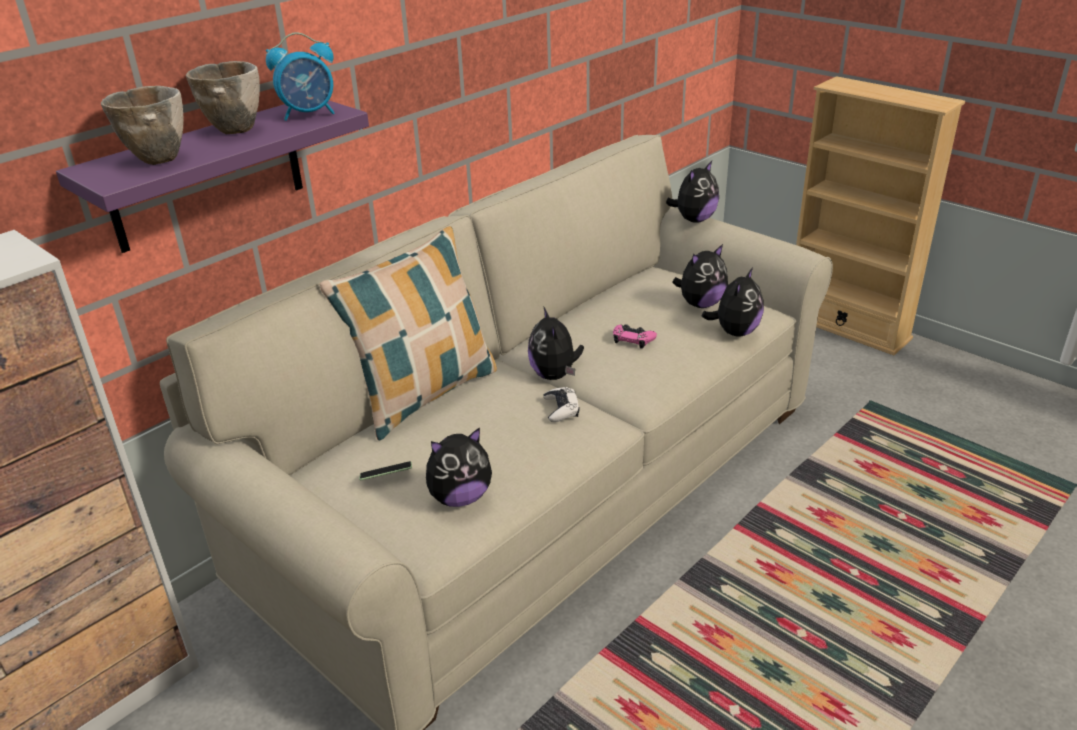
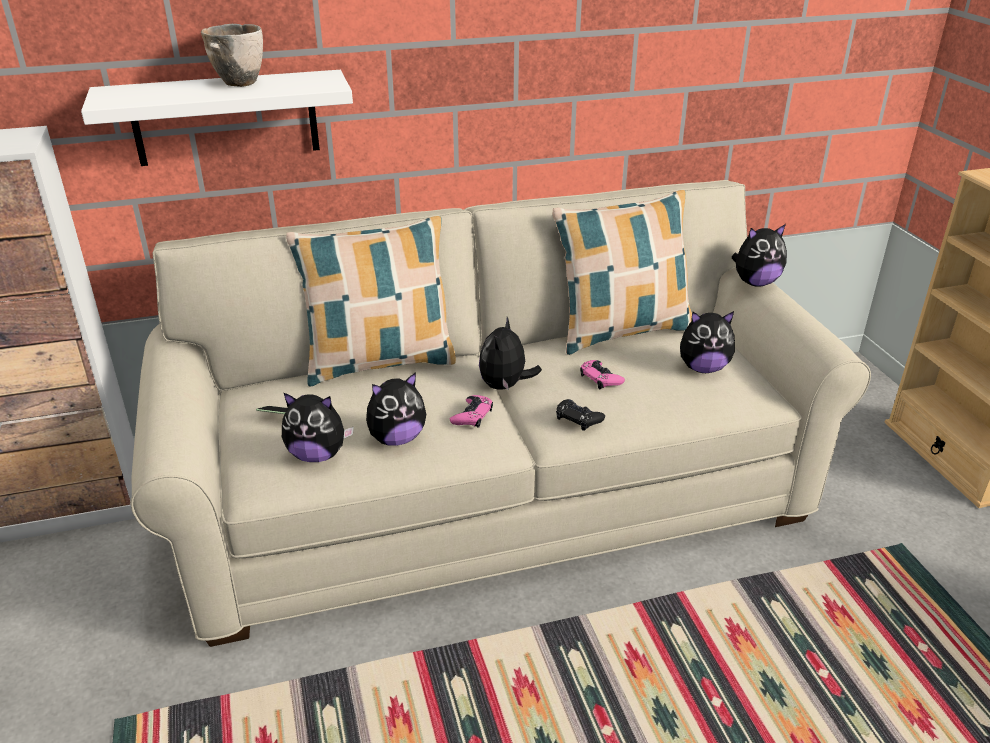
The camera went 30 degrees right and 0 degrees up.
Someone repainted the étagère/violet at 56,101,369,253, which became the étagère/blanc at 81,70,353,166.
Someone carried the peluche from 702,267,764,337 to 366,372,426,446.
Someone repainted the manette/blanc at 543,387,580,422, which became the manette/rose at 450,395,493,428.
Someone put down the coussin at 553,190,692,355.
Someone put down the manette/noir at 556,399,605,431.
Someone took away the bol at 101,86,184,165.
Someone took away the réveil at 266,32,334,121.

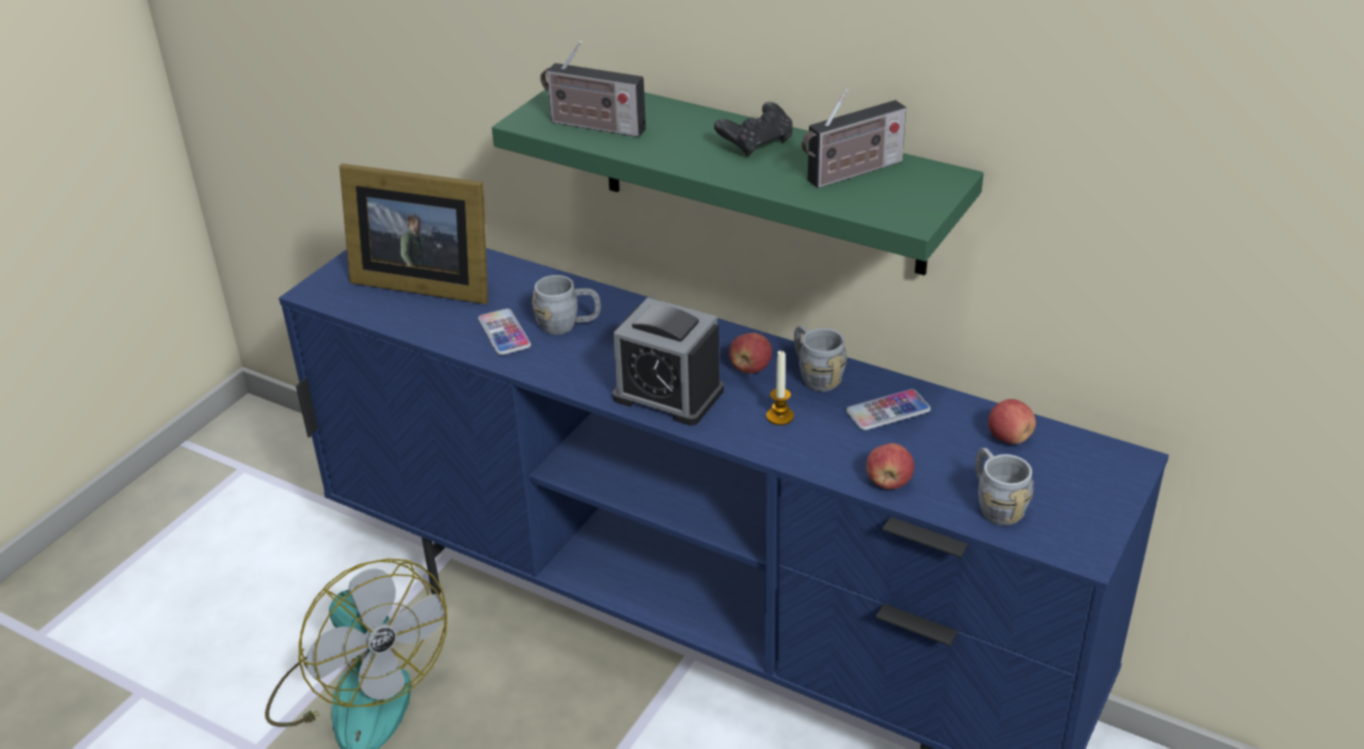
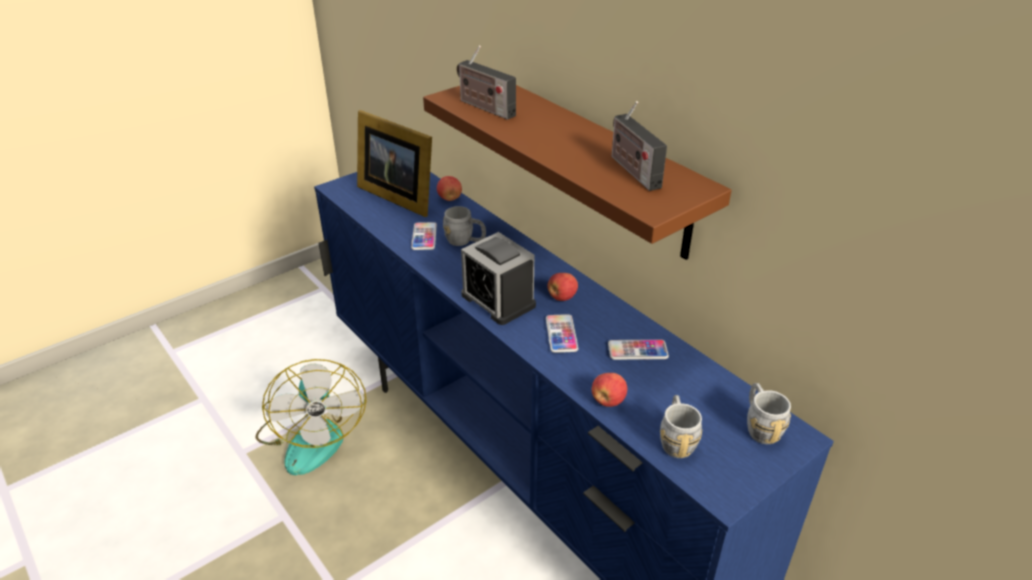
The camera went 20 degrees right and 0 degrees up.
Someone repainted the étagère/vert at 492,89,984,276, which became the étagère/marron at 423,85,732,260.
Someone carried the pomme from 988,399,1036,444 to 437,176,462,201.
Someone swapped the bougie at 766,350,794,425 for the téléphone at 546,314,578,353.
Someone rotated the radio at 802,88,906,188 by 75 degrees clockwise.
Someone carried the mug/gris from 794,326,847,392 to 747,383,791,444.
Someone took away the manette/noir at 714,102,793,156.

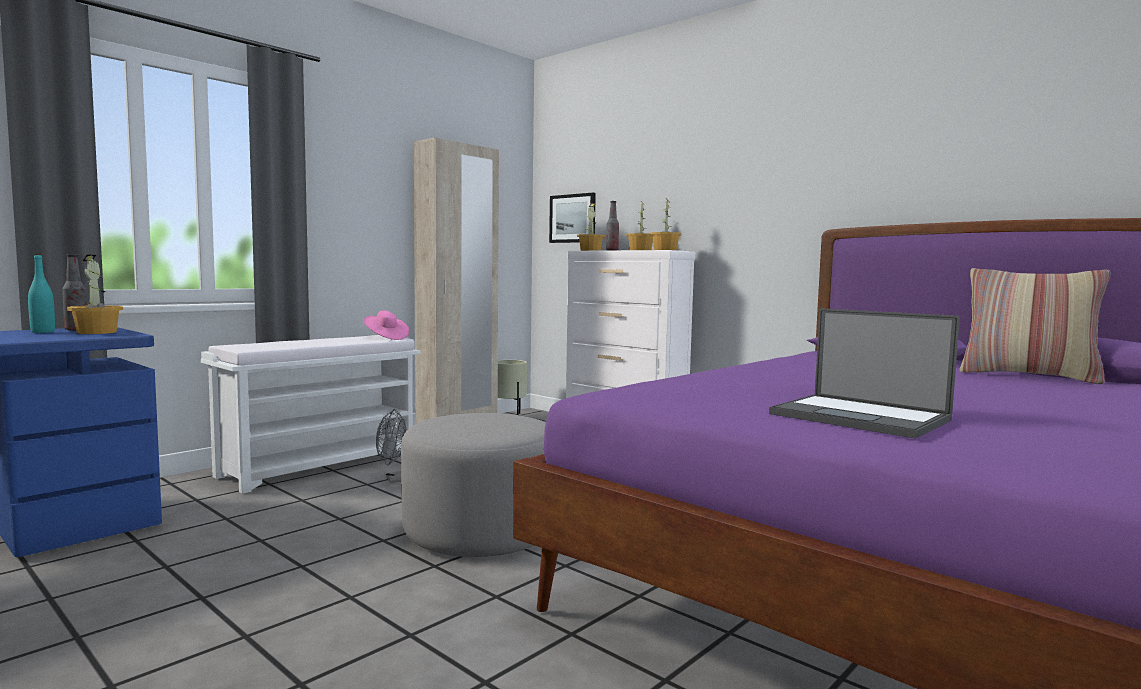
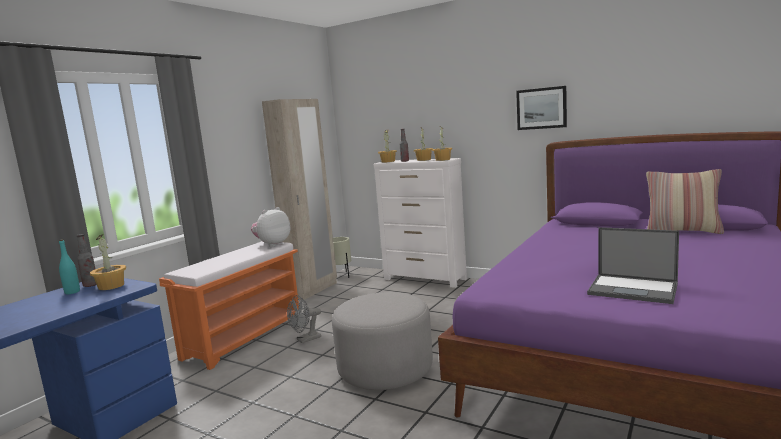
The camera went 10 degrees left and 5 degrees up.
Someone repainted the banc/blanc at 201,335,421,494, which became the banc/orange at 159,241,299,370.
Someone swapped the chapeau/rose at 363,310,409,340 for the peluche at 251,207,290,247.
Someone carried the tableau from 549,193,596,243 to 516,86,567,130.

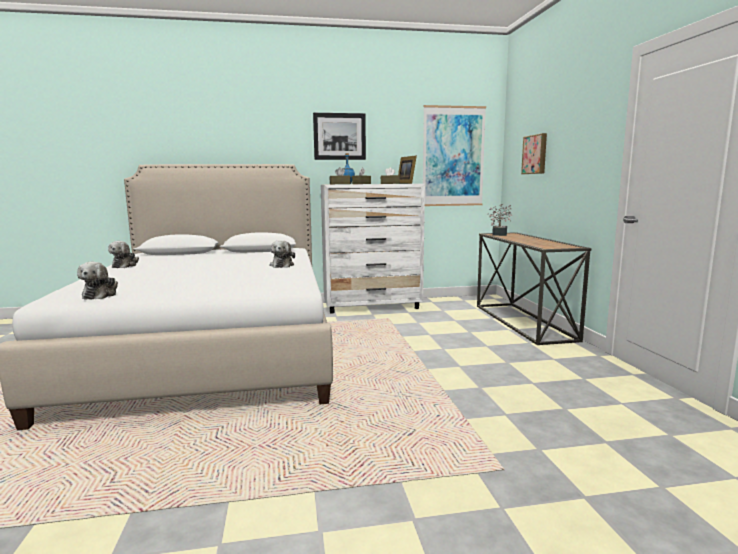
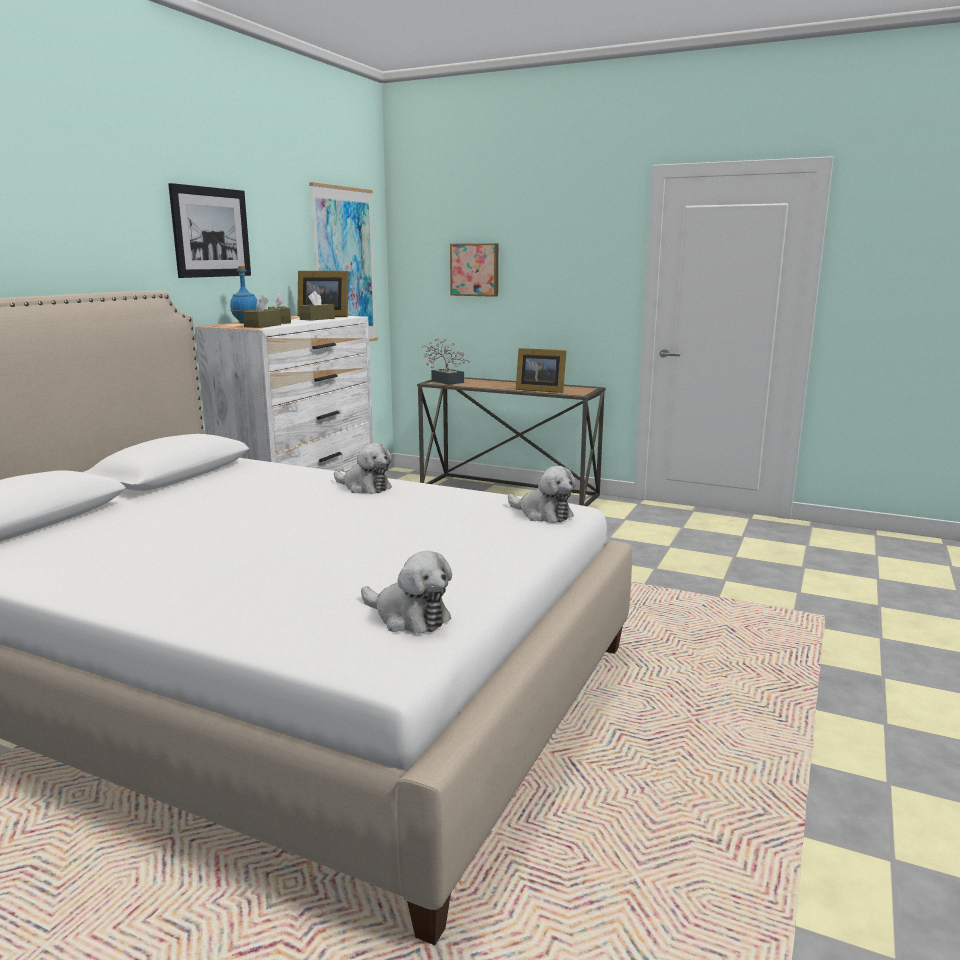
The camera went 55 degrees left and 5 degrees up.
Someone carried the peluche from 108,241,139,268 to 508,466,576,523.
Someone put down the cadre photo at 516,348,567,393.

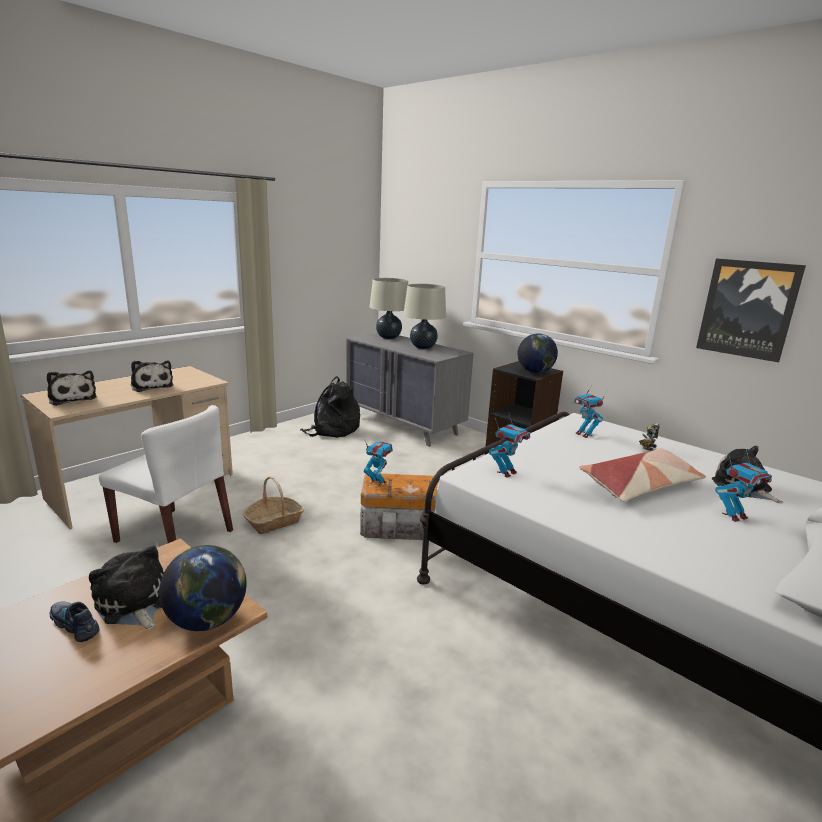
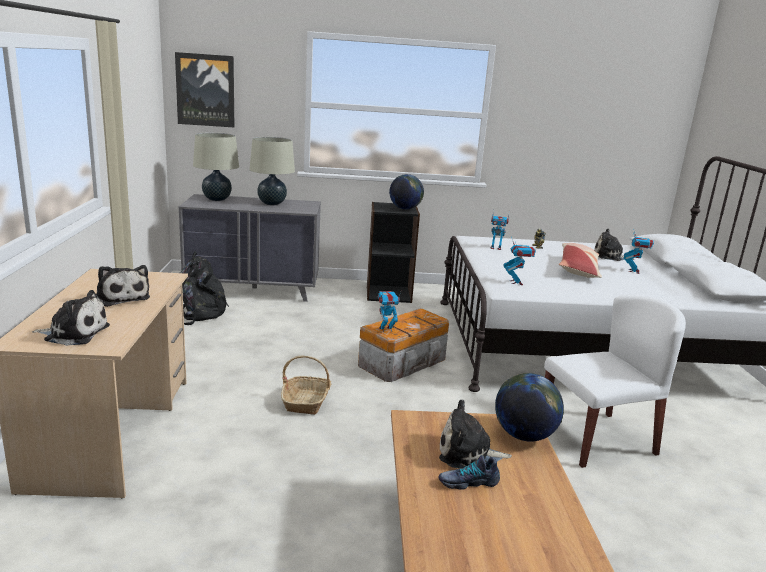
The camera went 45 degrees left and 0 degrees up.
Someone rotated the peluche at 131,360,173,392 by 45 degrees clockwise.
Someone carried the tableau from 696,258,806,362 to 175,52,234,127.
Someone carried the chaise/blanc from 99,405,233,543 to 544,294,686,468.

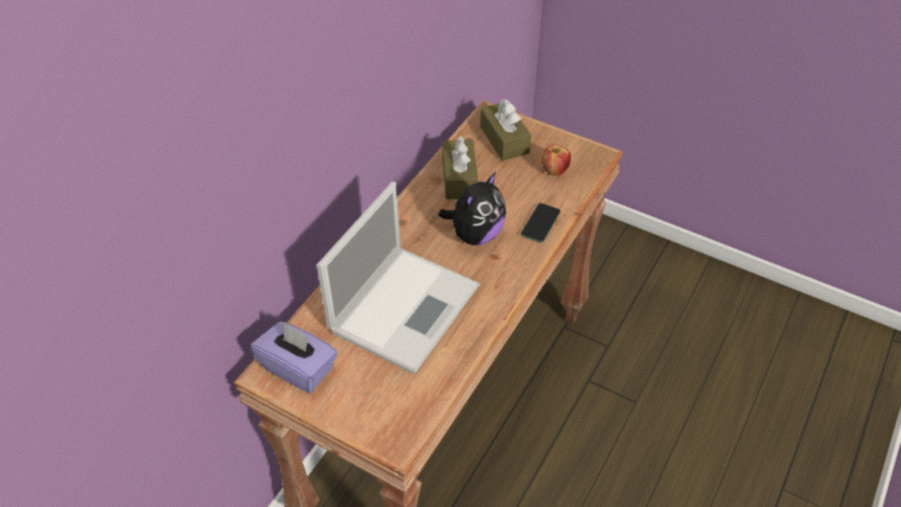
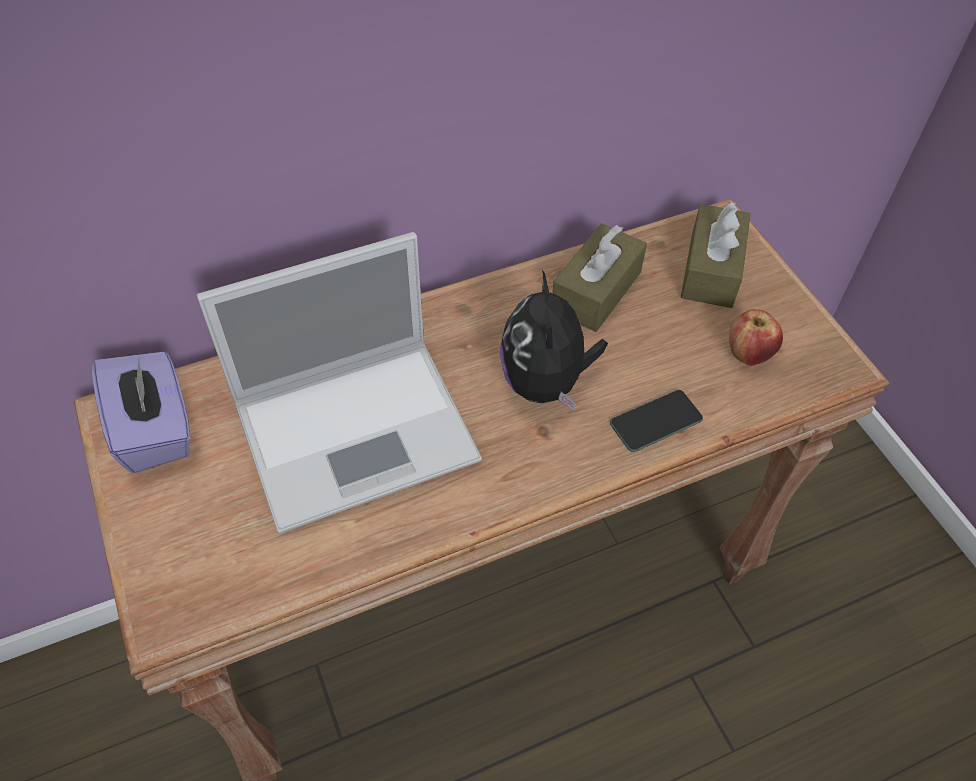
The camera went 35 degrees right and 5 degrees up.
Someone rotated the peluche at 438,172,506,245 by 105 degrees clockwise.

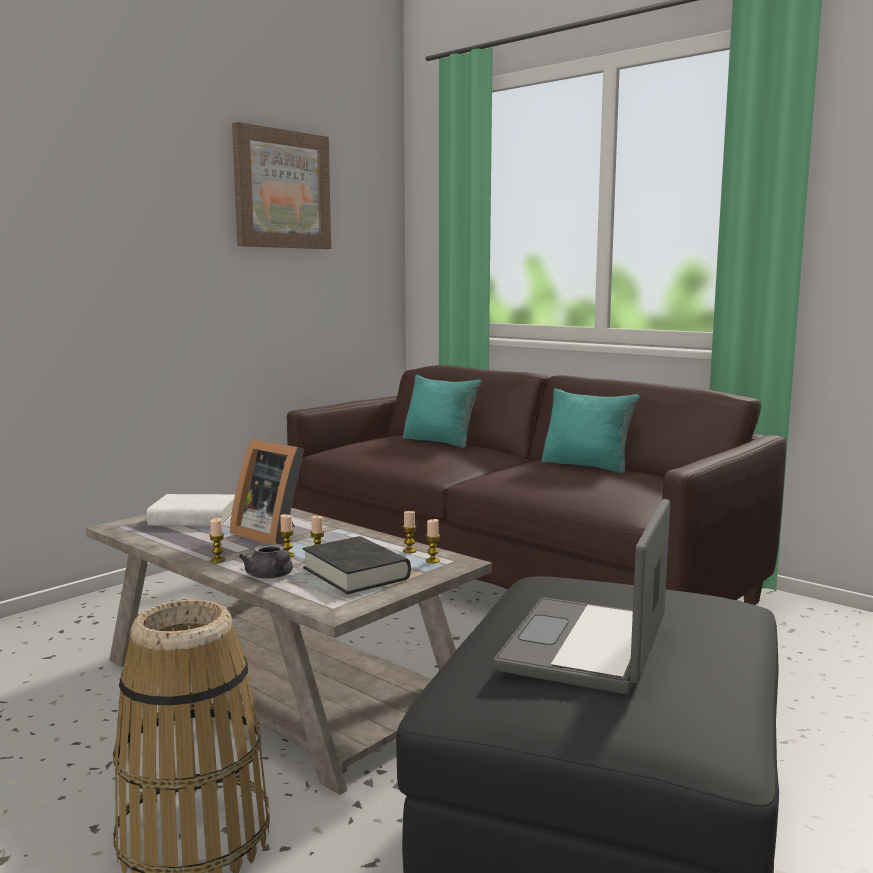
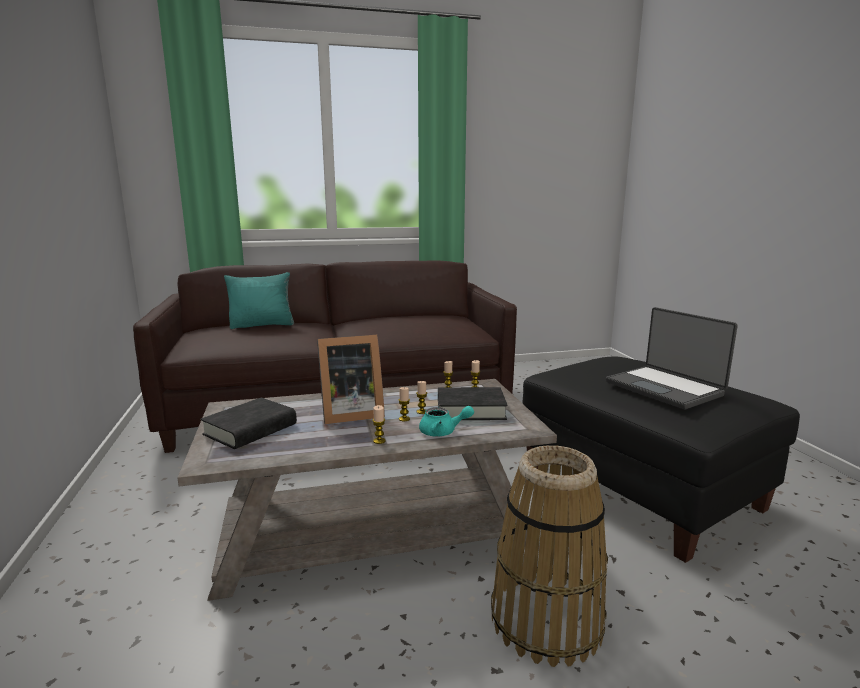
The camera went 55 degrees left and 5 degrees up.
Someone repainted the livre/blanc at 147,494,235,526, which became the livre/noir at 201,397,297,449.
Someone repainted the théière/gris at 239,543,293,579, which became the théière/turquoise at 419,406,474,437.
Someone took away the tableau at 232,122,331,249.
Someone took away the coussin/turquoise at 541,388,640,473.

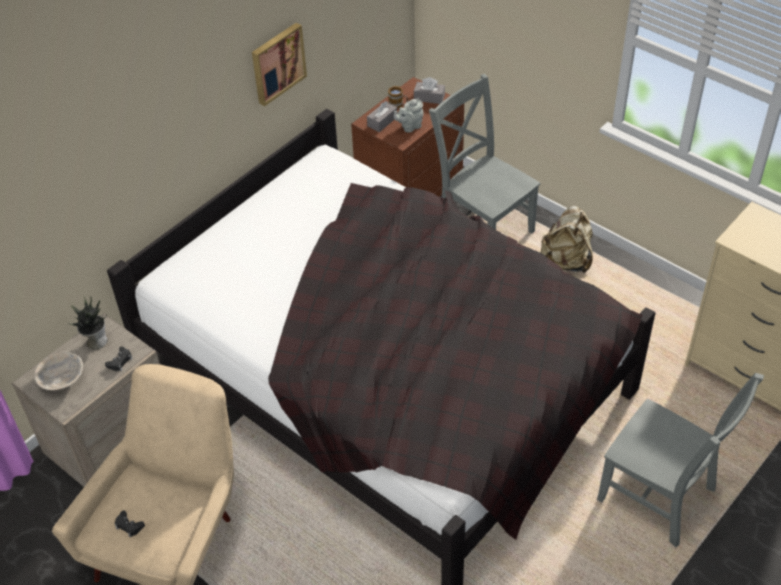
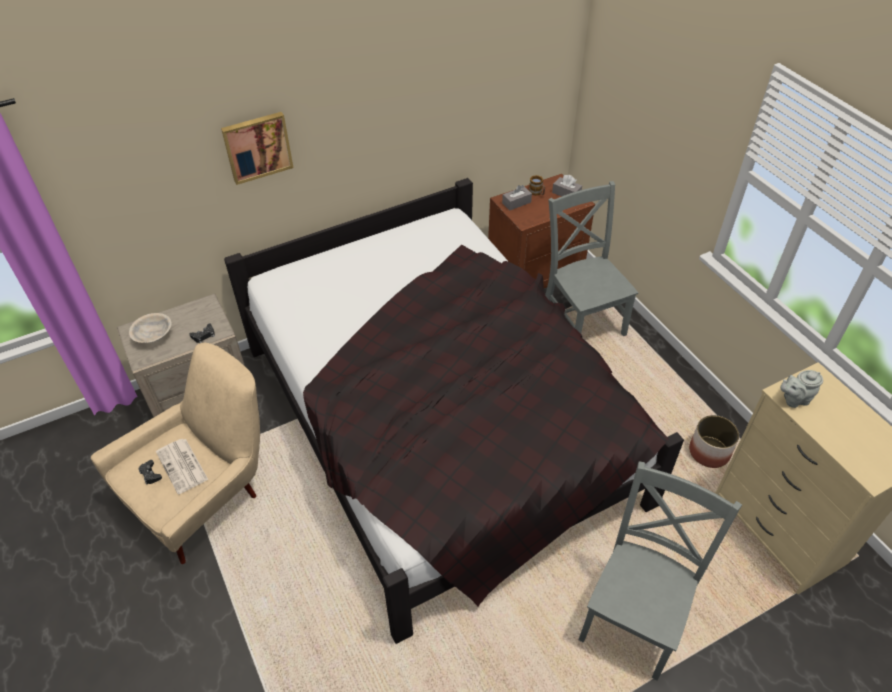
The camera went 20 degrees right and 0 degrees up.
Someone put down the journal at 156,439,208,494.
Someone carried the tableau from 252,23,307,106 to 221,112,293,185.
Someone rotated the chaise/gris at 597,373,764,547 by 120 degrees counterclockwise.
Someone put down the cache-pot at 689,415,739,468.
Someone carried the théière/gris from 394,98,423,133 to 780,370,823,408.
Someone took away the plante en pot at 67,296,107,349.
Someone took away the sac à dos/beige at 540,206,593,273.

